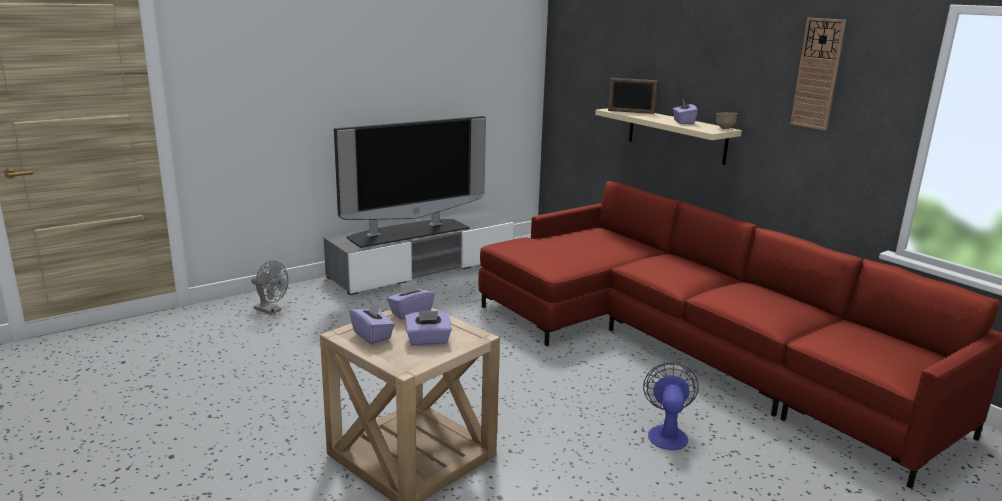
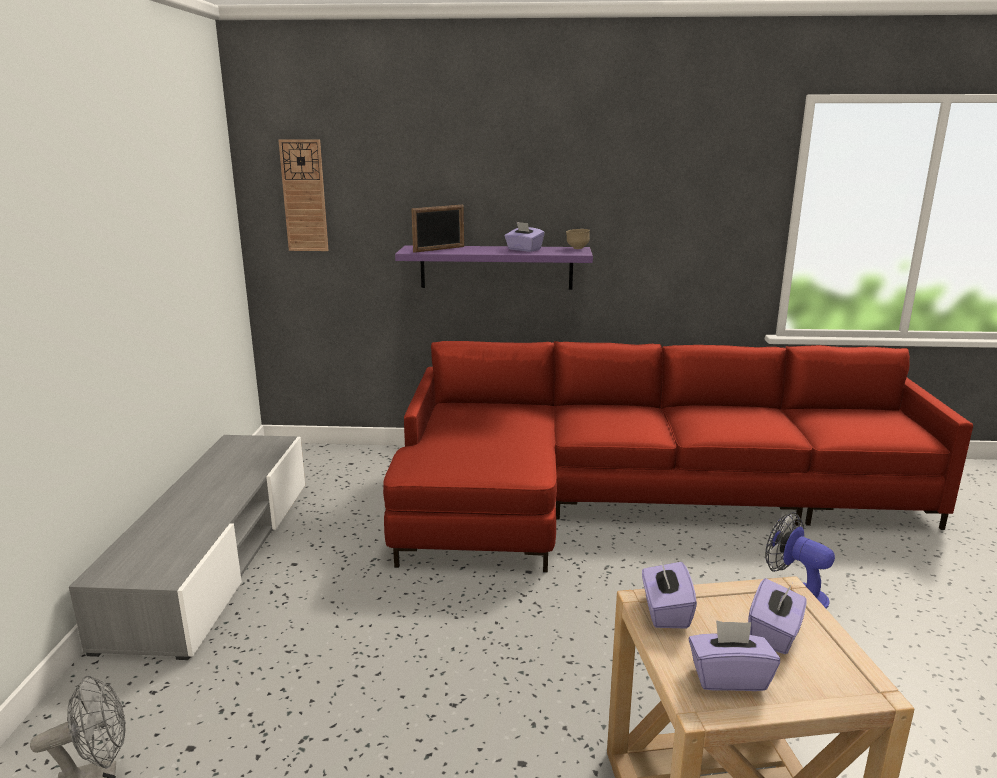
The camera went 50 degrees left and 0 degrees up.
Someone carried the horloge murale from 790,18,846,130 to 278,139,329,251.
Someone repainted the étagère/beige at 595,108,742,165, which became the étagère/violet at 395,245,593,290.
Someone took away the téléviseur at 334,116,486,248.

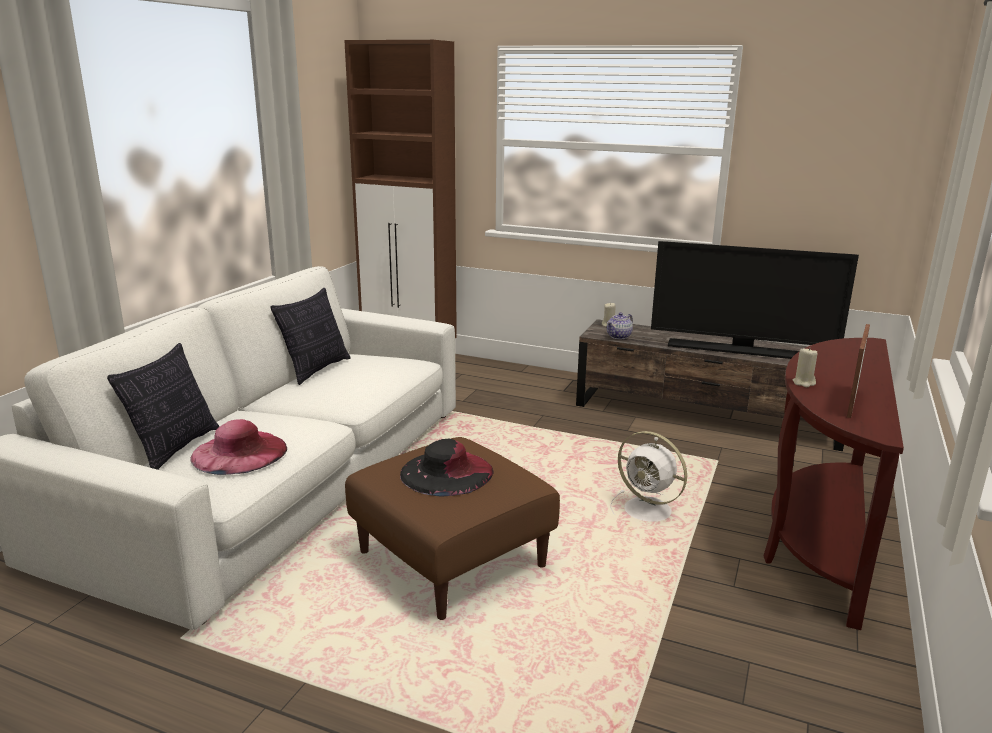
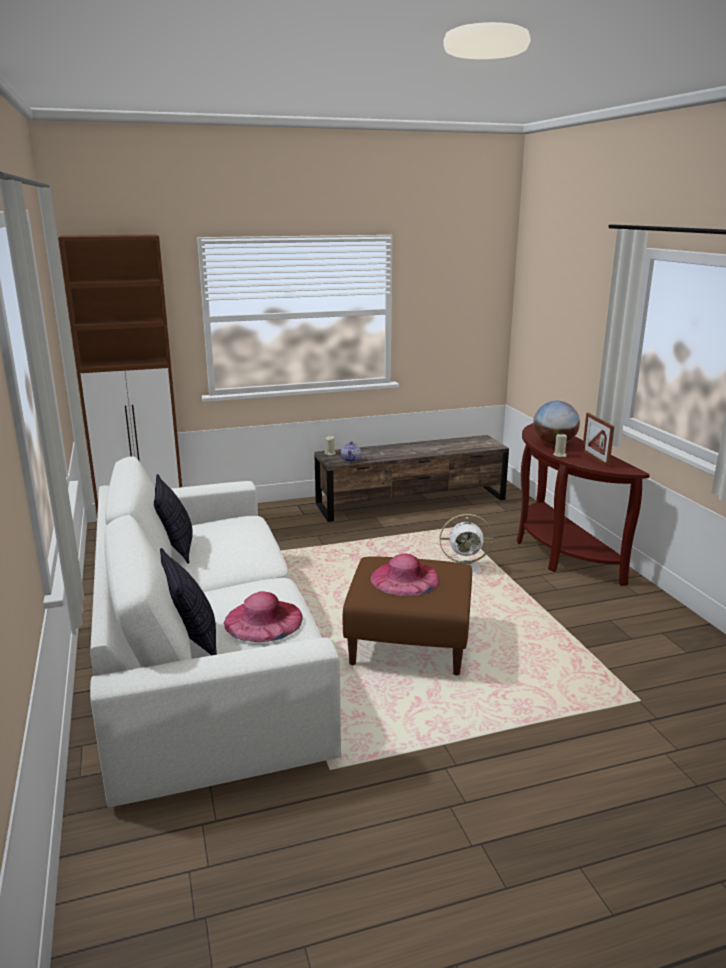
The camera went 40 degrees left and 0 degrees up.
Someone repainted the chapeau/noir at 400,439,494,496, which became the chapeau/rose at 371,553,440,596.
Someone put down the globe at 533,401,580,446.
Someone took away the téléviseur at 651,241,859,359.

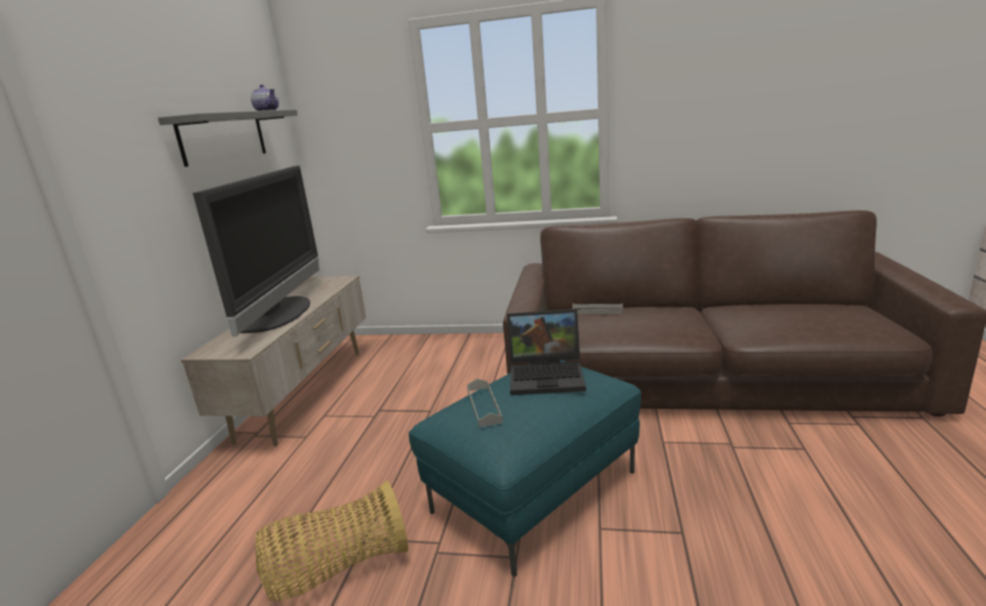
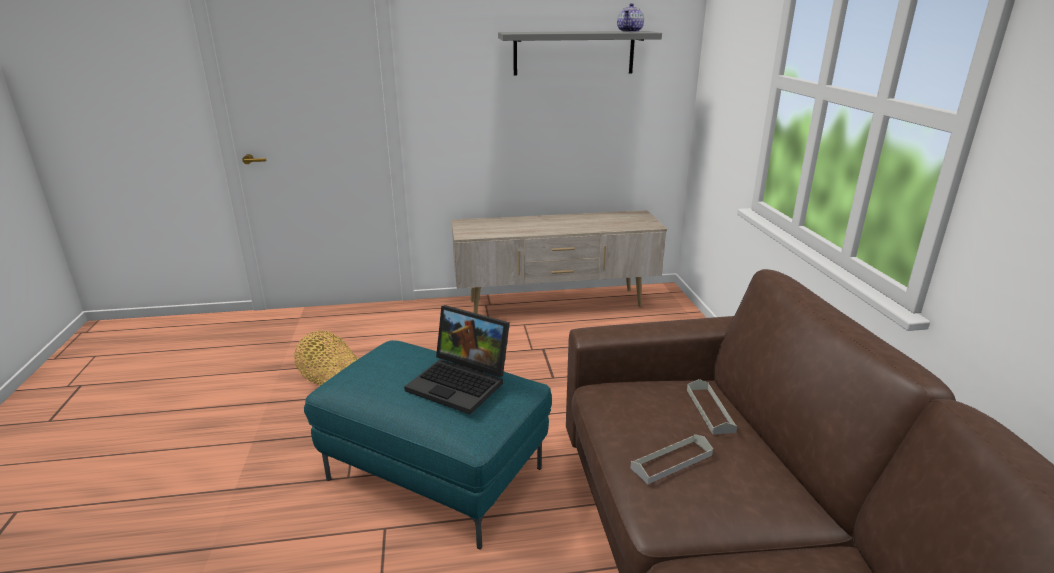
The camera went 70 degrees right and 5 degrees up.
Someone rotated the ordinateur portable at 507,309,586,395 by 45 degrees counterclockwise.
Someone carried the plateau/gris from 467,379,503,427 to 631,434,713,484.
Someone took away the téléviseur at 193,166,320,337.

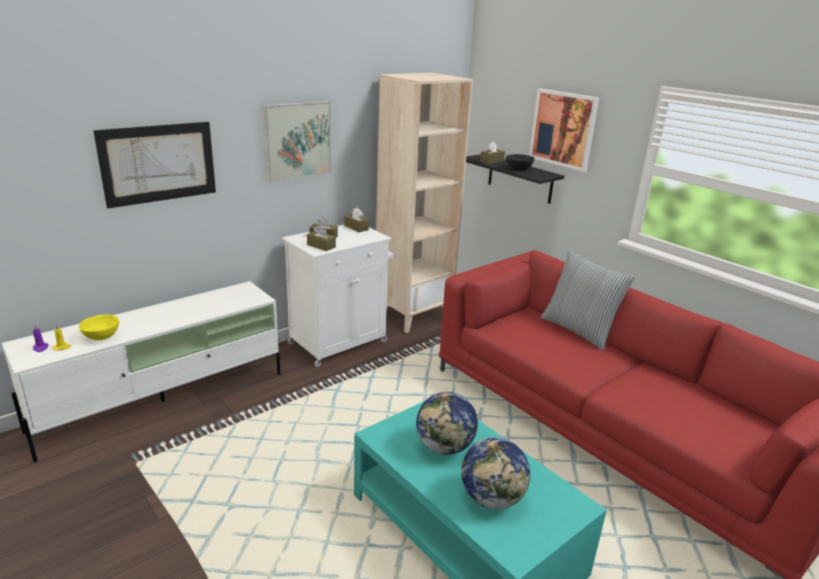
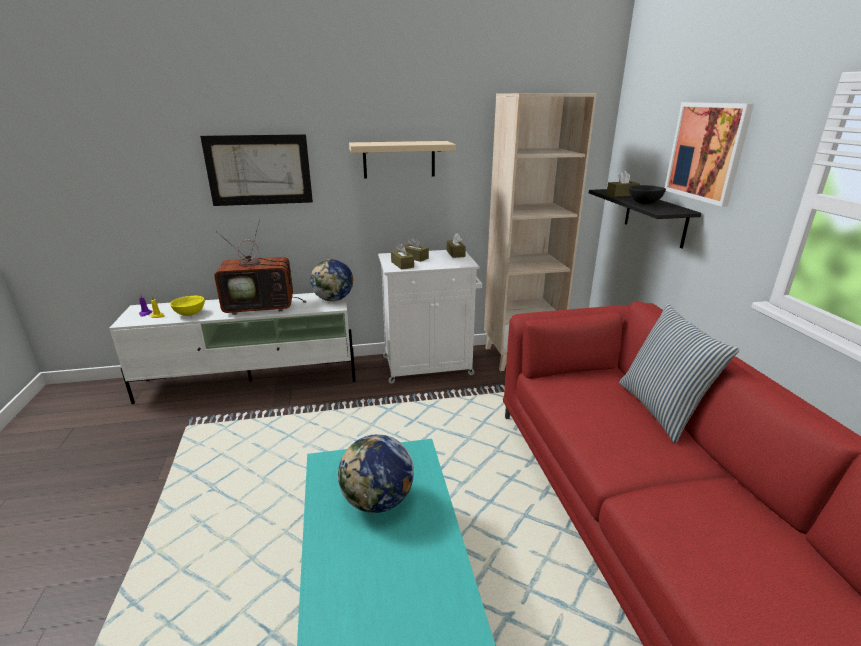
The camera went 30 degrees right and 0 degrees up.
Someone put down the téléviseur at 215,220,306,315.
Someone carried the globe from 461,437,530,509 to 310,259,353,301.
Someone swapped the tableau at 262,101,331,183 for the étagère/beige at 349,141,456,179.

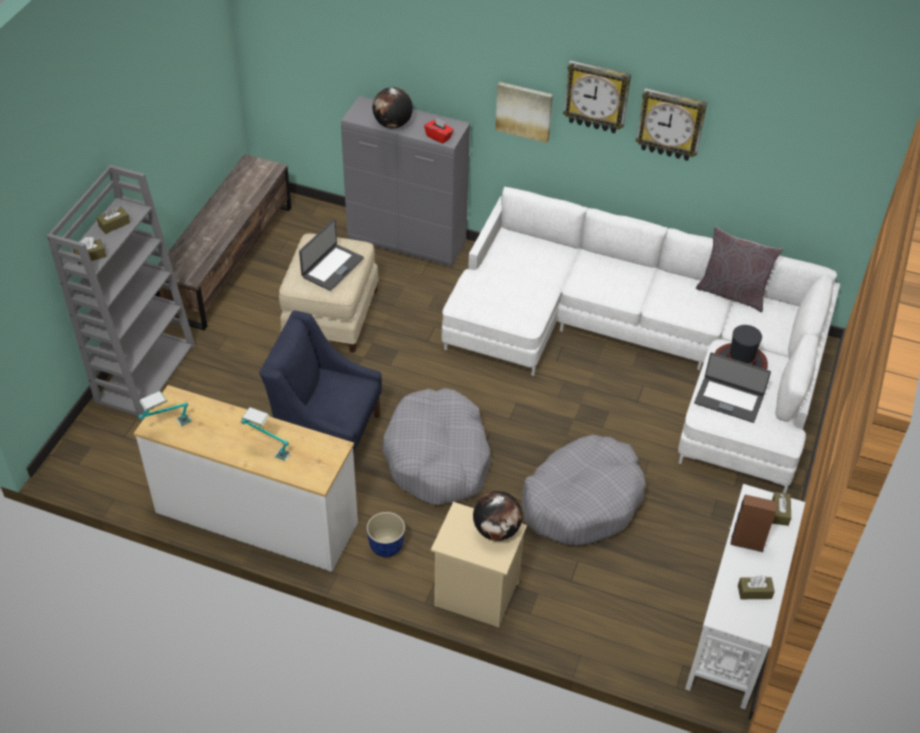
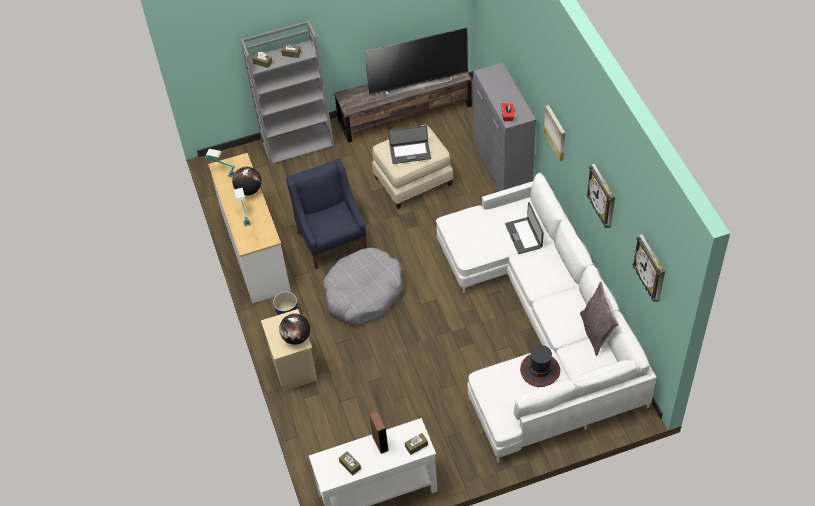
The camera went 55 degrees right and 5 degrees up.
Someone carried the globe from 372,87,413,128 to 232,167,261,196.
Someone put down the téléviseur at 365,28,468,95.
Someone carried the ordinateur portable from 694,352,771,423 to 505,202,544,254.
Someone carried the horloge murale from 563,60,631,133 to 632,234,665,302.
Someone took away the panier pour chien/gris at 522,435,646,546.

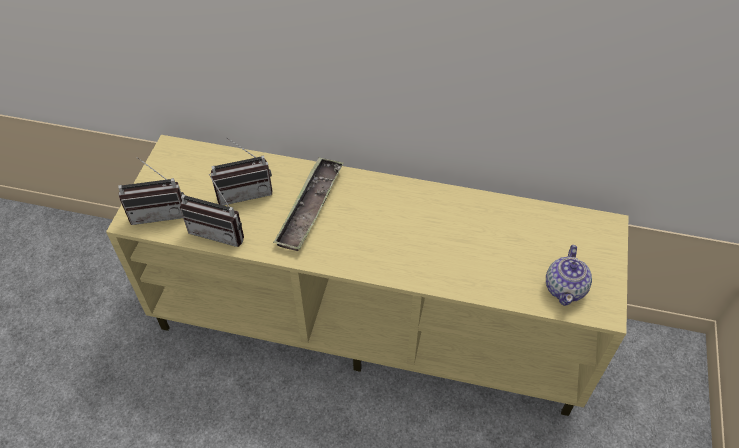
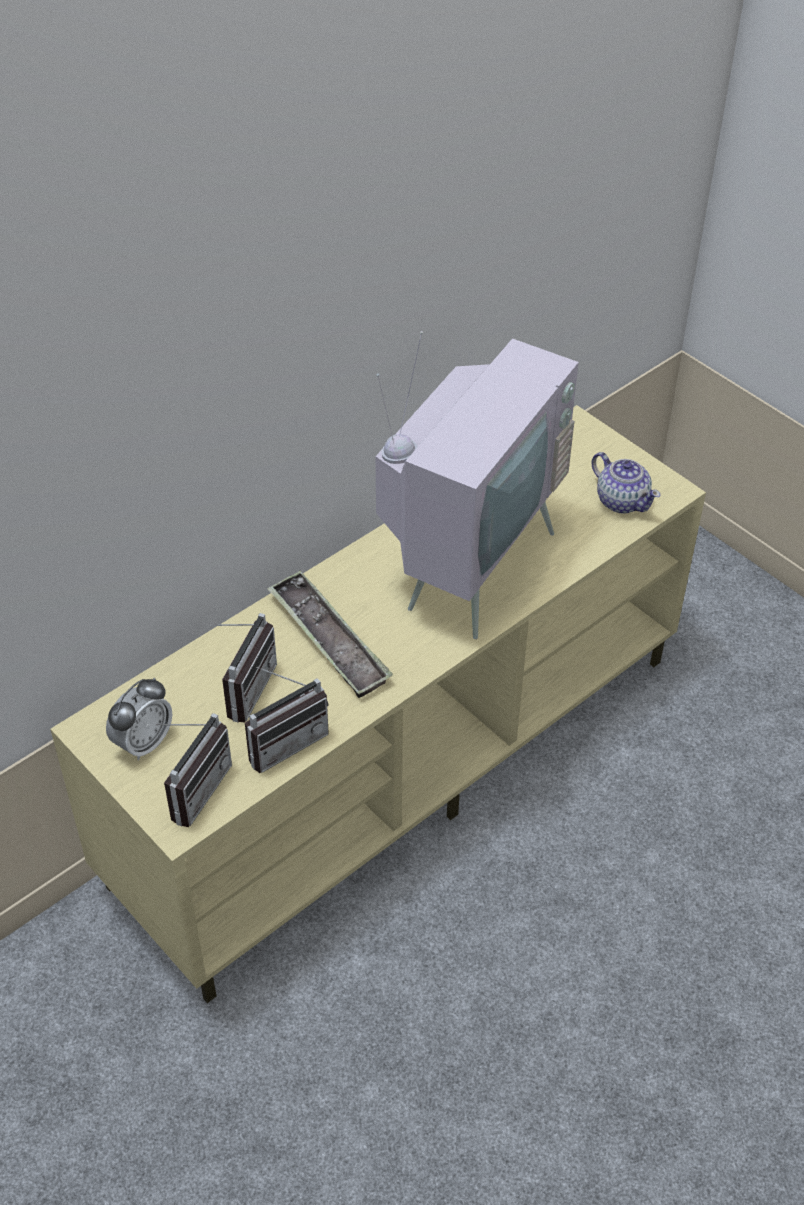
The camera went 55 degrees left and 5 degrees down.
Someone put down the réveil at 106,678,172,761.
Someone put down the téléviseur at 376,331,579,639.

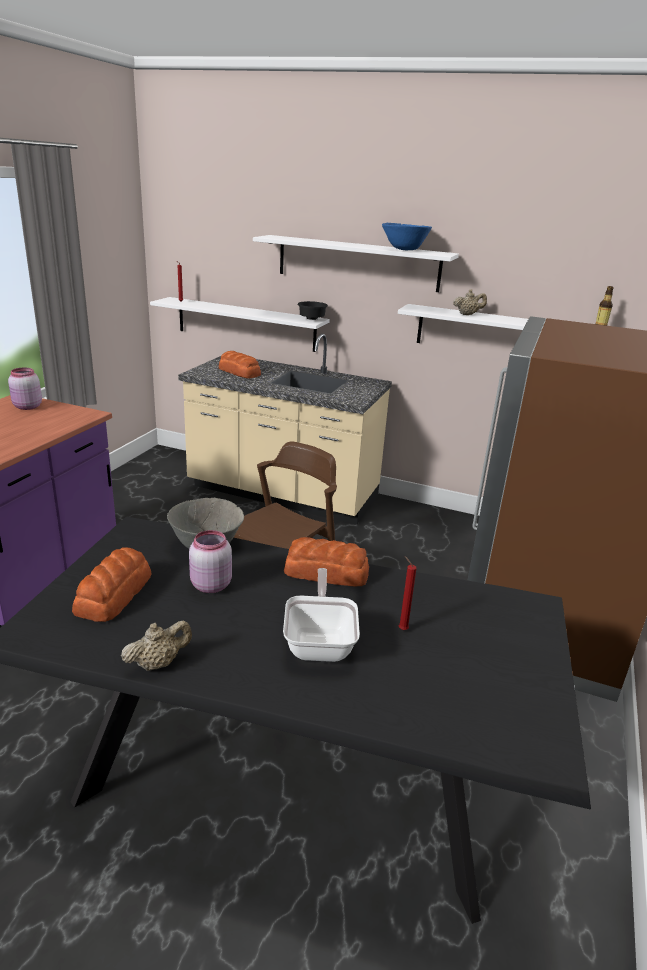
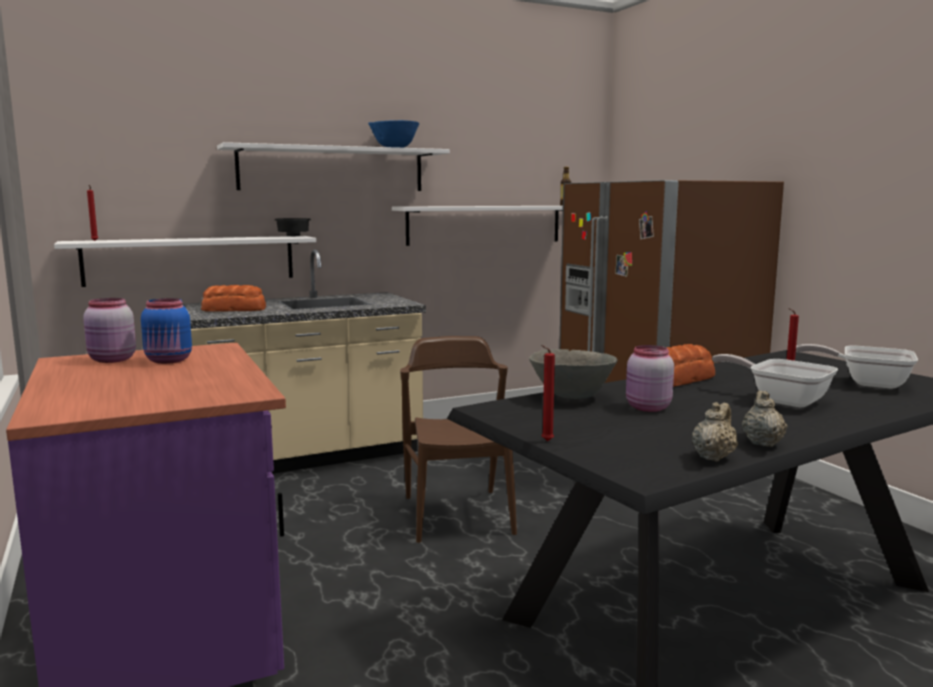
The camera went 45 degrees left and 15 degrees down.
Someone put down the bocal/bleu at 141,298,192,364.
Someone put down the bougie/rouge at 541,345,555,441.
Someone carried the théière/beige from 453,289,487,315 to 692,402,738,462.
Someone put down the poêle at 796,344,918,389.
Someone took away the pain at 72,547,152,622.

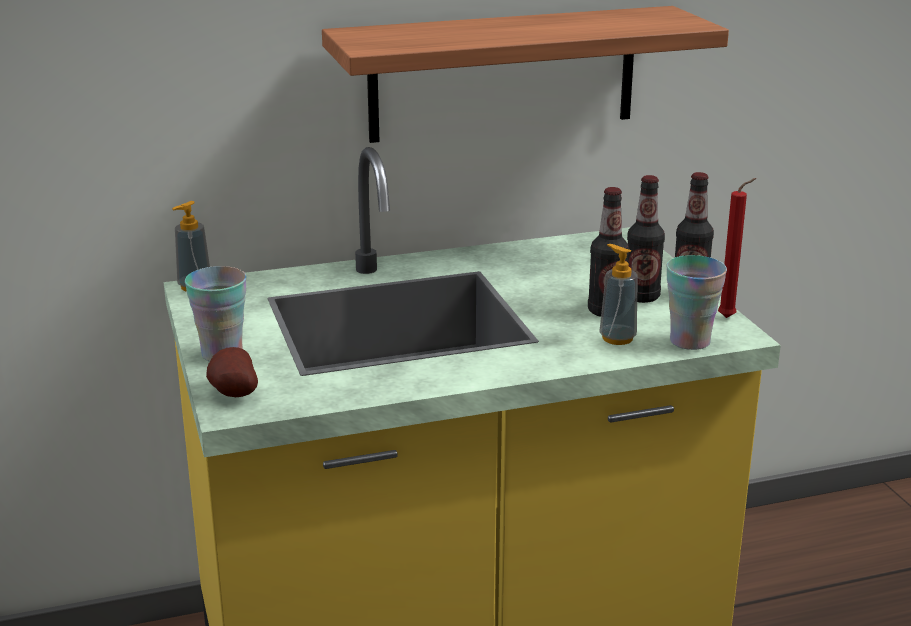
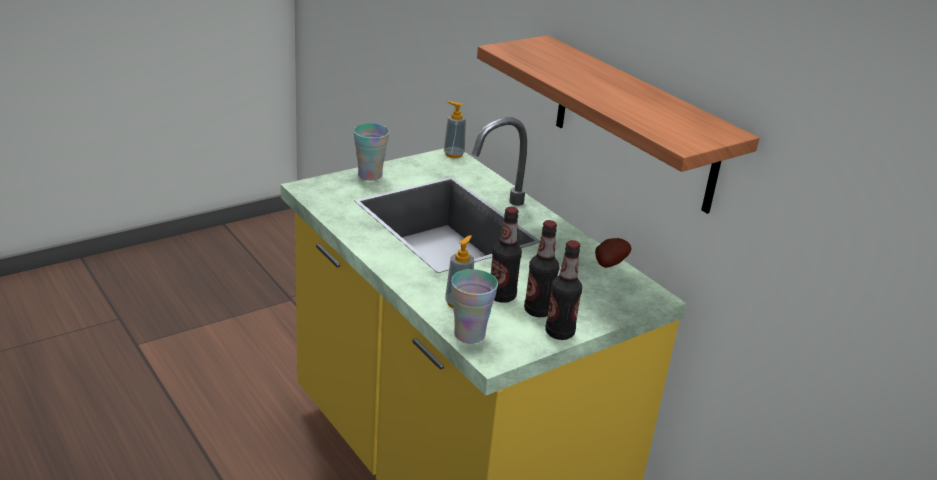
The camera went 70 degrees right and 5 degrees up.
Someone carried the pomme de terre from 206,347,258,397 to 595,238,631,268.
Someone took away the bougie/rouge at 718,178,757,318.

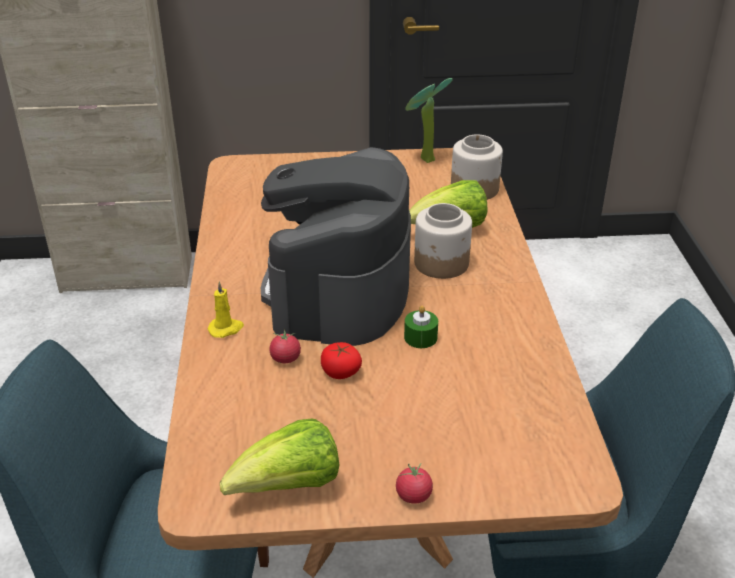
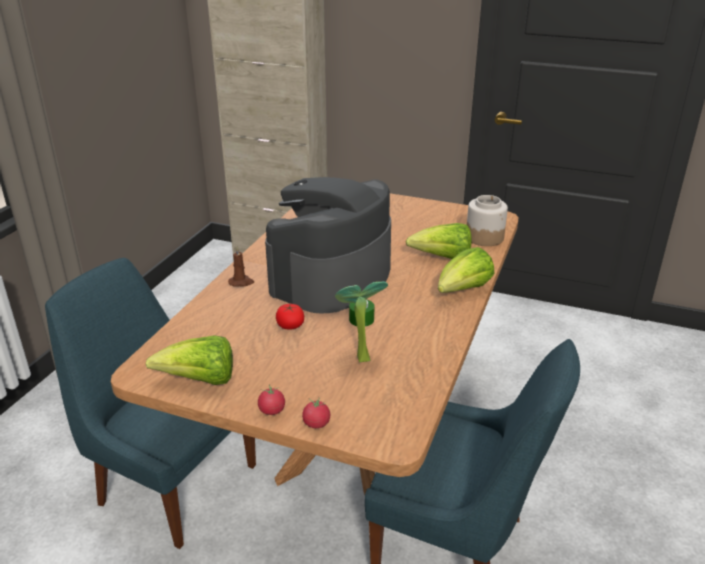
The camera went 25 degrees right and 5 degrees down.
Someone repainted the bougie/jaune at 208,281,244,338, which became the bougie/marron at 228,246,254,287.
Someone carried the tomate from 269,329,301,363 to 302,398,330,428.
Someone carried the plante en pot from 405,78,453,163 to 335,281,388,363.
Someone put down the laitue at 438,247,495,293.
Someone took away the bocal at 414,203,472,279.

